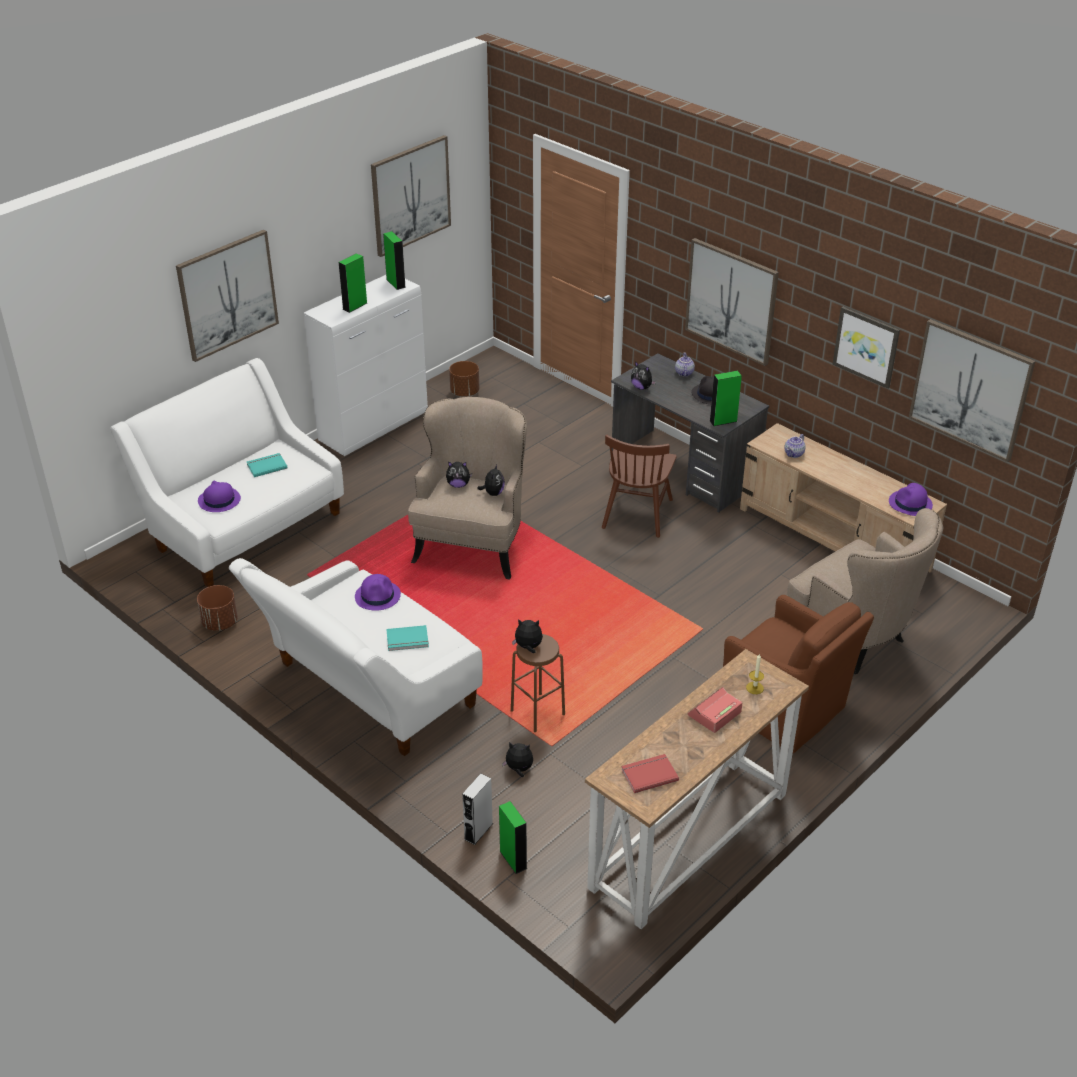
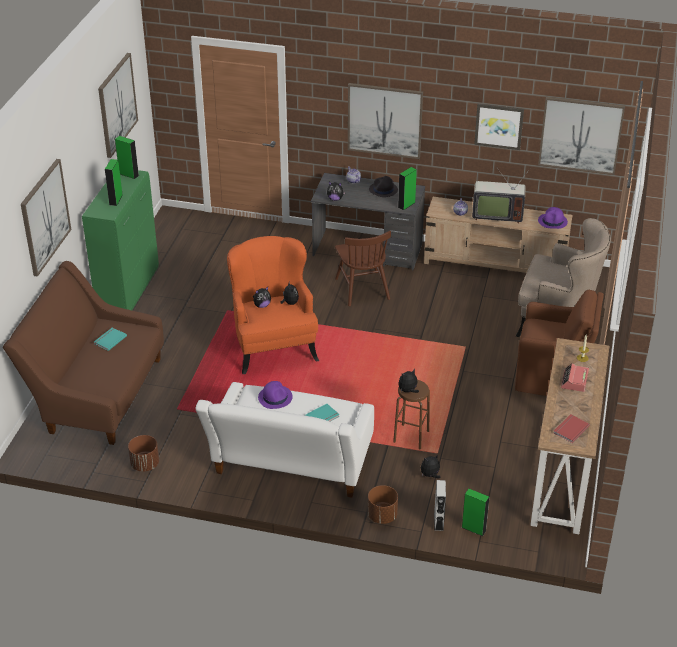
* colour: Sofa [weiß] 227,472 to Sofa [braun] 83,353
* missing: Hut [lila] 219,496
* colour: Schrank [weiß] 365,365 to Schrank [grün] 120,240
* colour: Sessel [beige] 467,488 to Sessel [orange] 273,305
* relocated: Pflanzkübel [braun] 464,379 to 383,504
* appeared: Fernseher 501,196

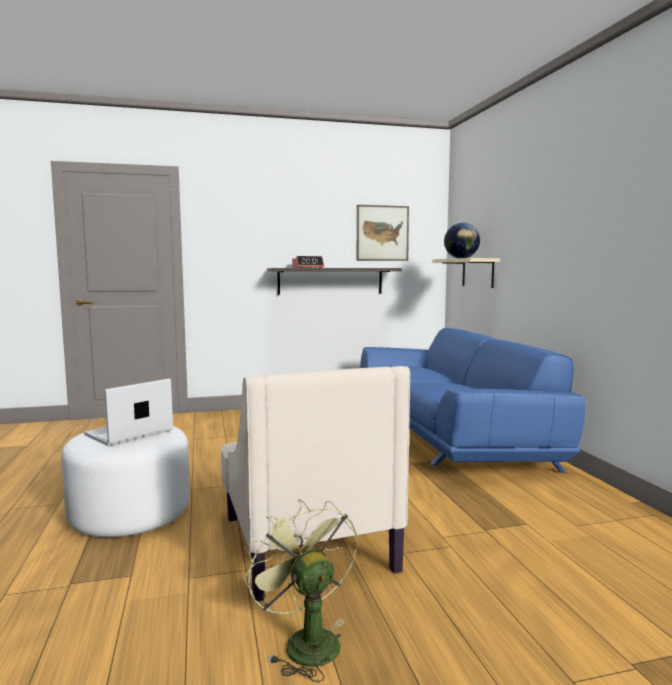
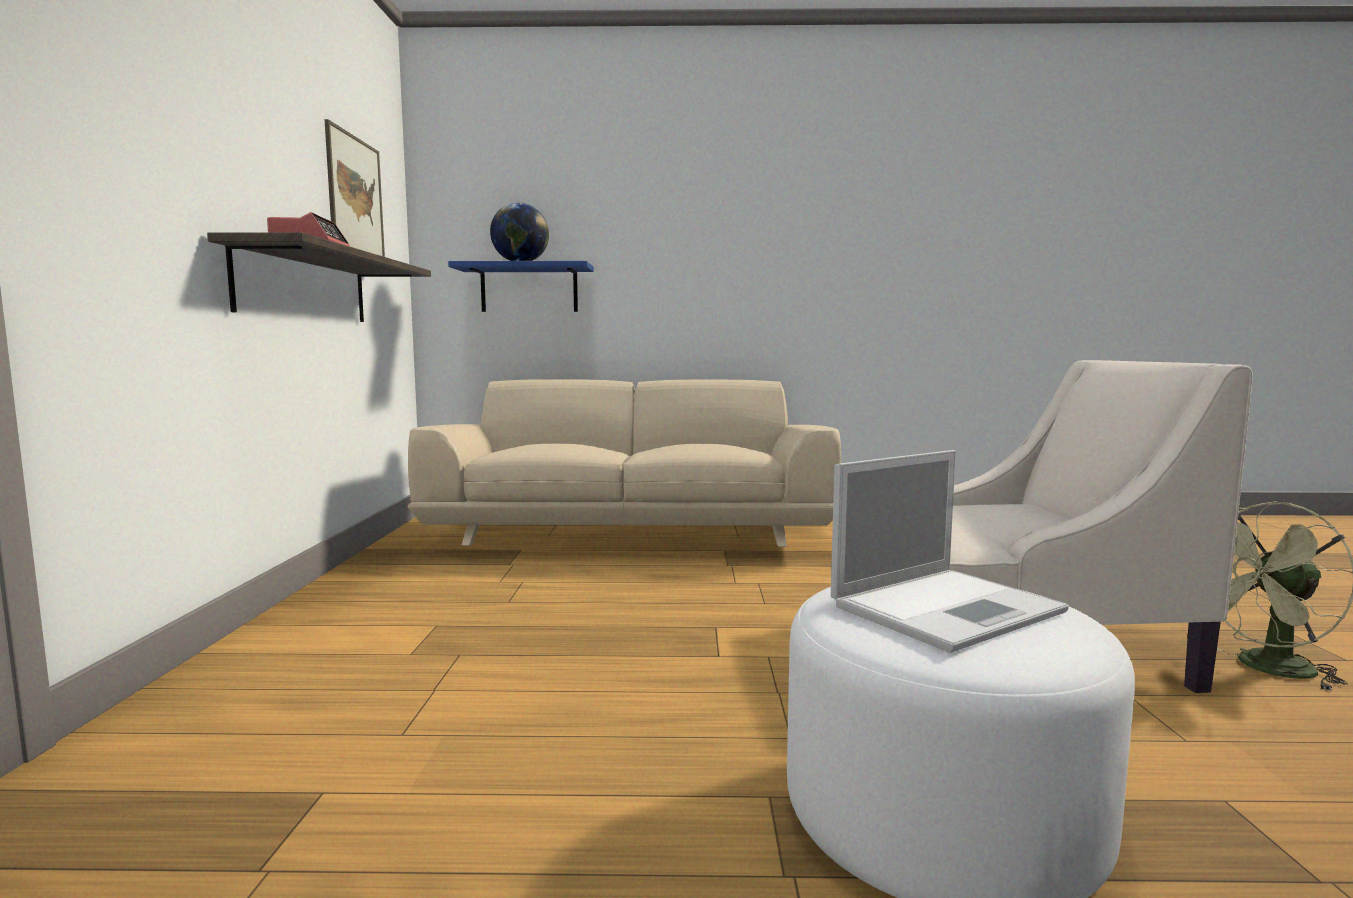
* spun: Laptop 128,412 = 950,551 90 degrees counterclockwise
* colour: Sofa [blau] 472,400 to Sofa [beige] 624,463
* colour: Wandregal [beige] 466,273 to Wandregal [blau] 521,286

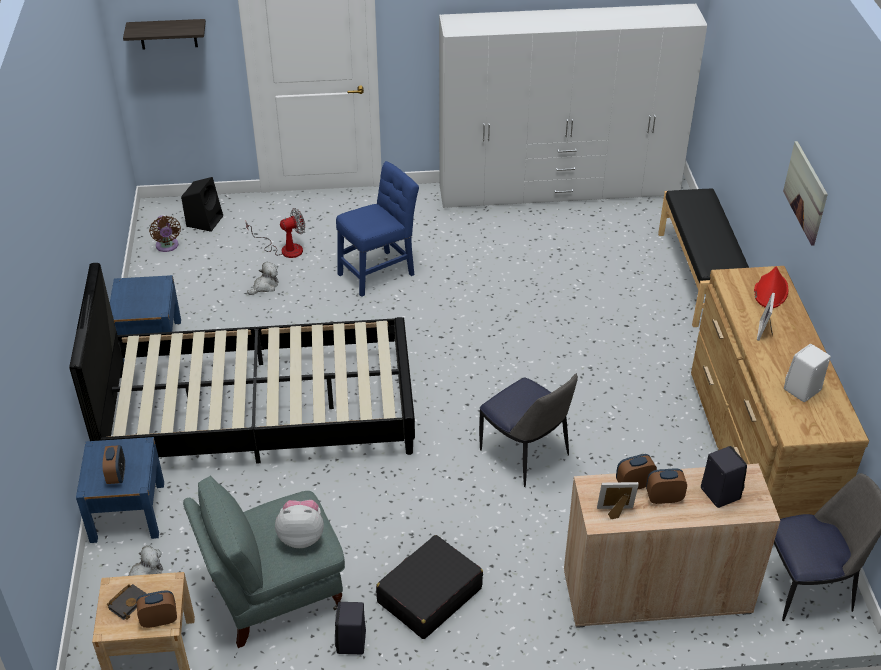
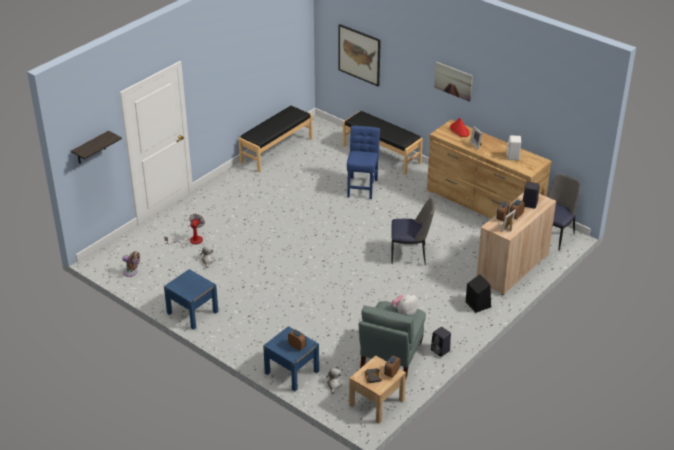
* missing: Bett [schwarz] 242,363
* relocated: Lautsprecher [schwarz] 202,204 to 478,293
* relocated: Stuhl [blau] 377,229 to 363,162
* missing: Koffer [schwarz] 429,587
* exchanged: Kleiderschrank [weiß] 573,106 to Bank [schwarz] 275,139
* appeared: Bild 359,55

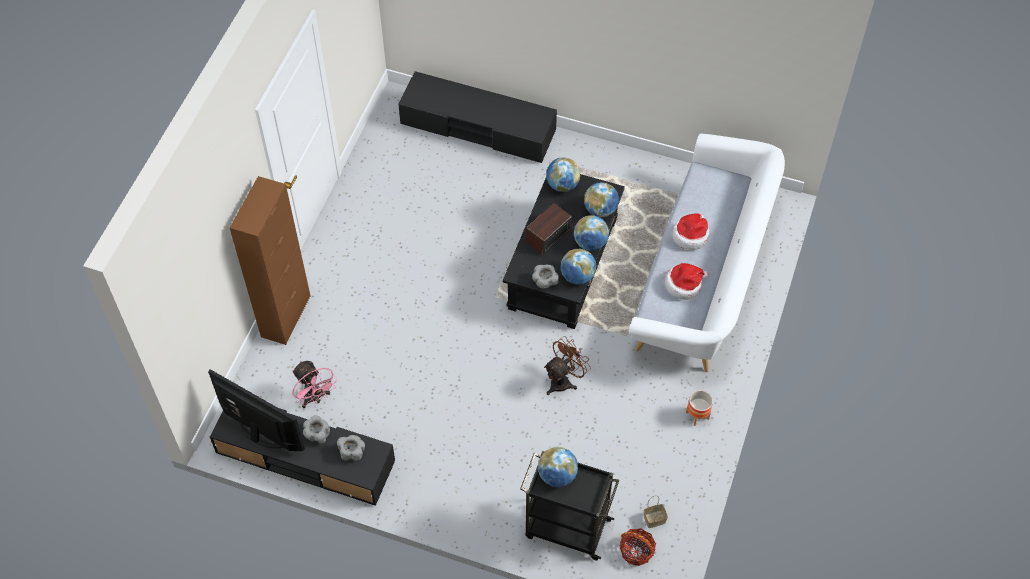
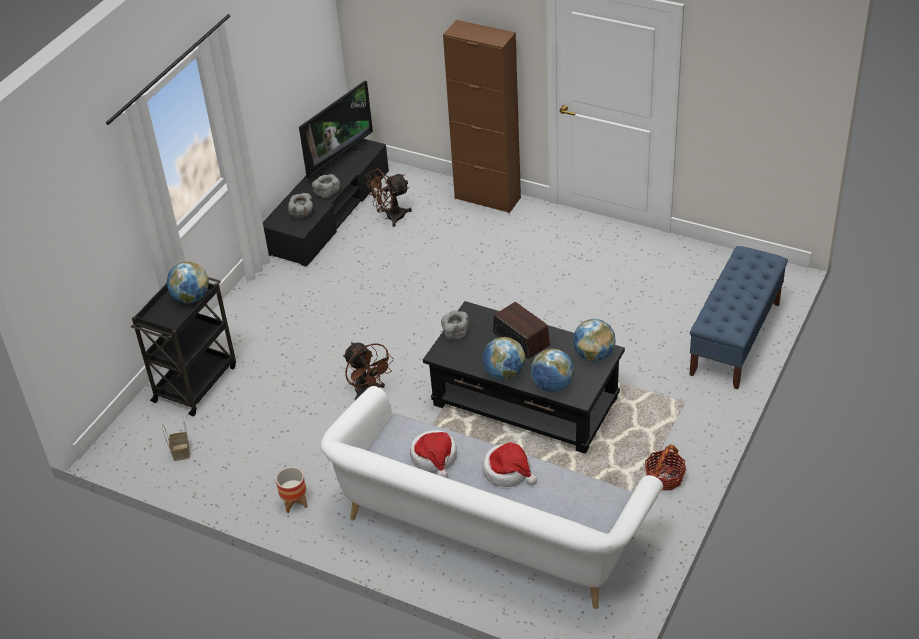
* colour: Ventilator [rosa] 315,384 to Ventilator [braun] 389,197
* exchanged: Fernsehschrank [schwarz] 477,117 to Bank [blau] 738,317
* missing: Globus 578,267
* relocated: Korb 637,547 to 665,467

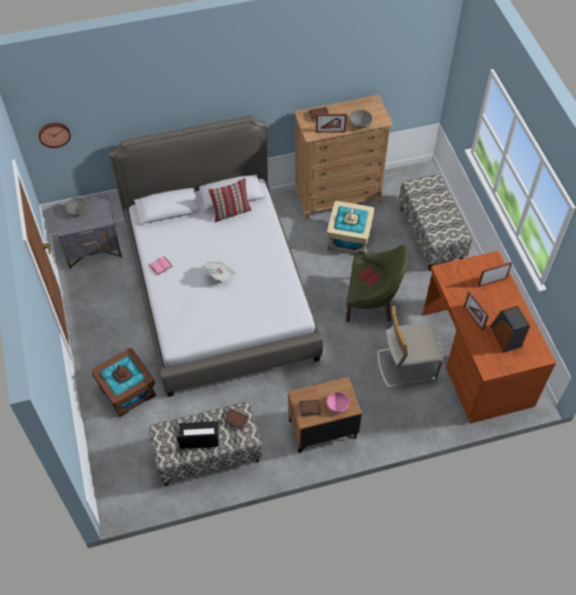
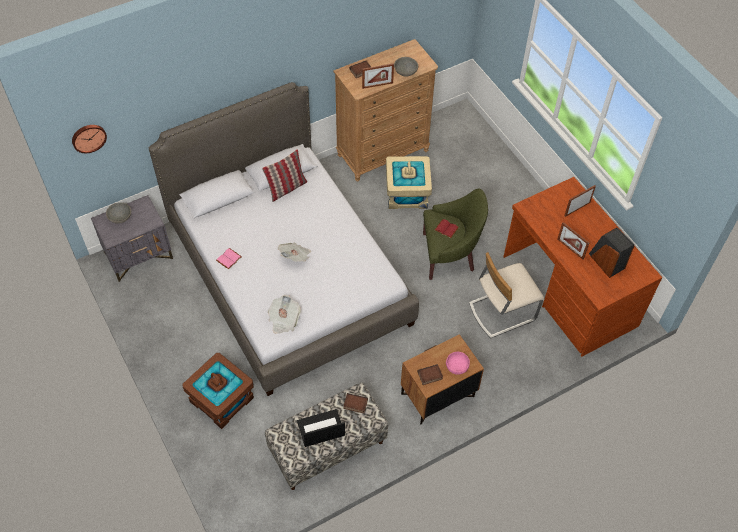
* missing: Bank 435,222
* appeared: Zeitung 284,314

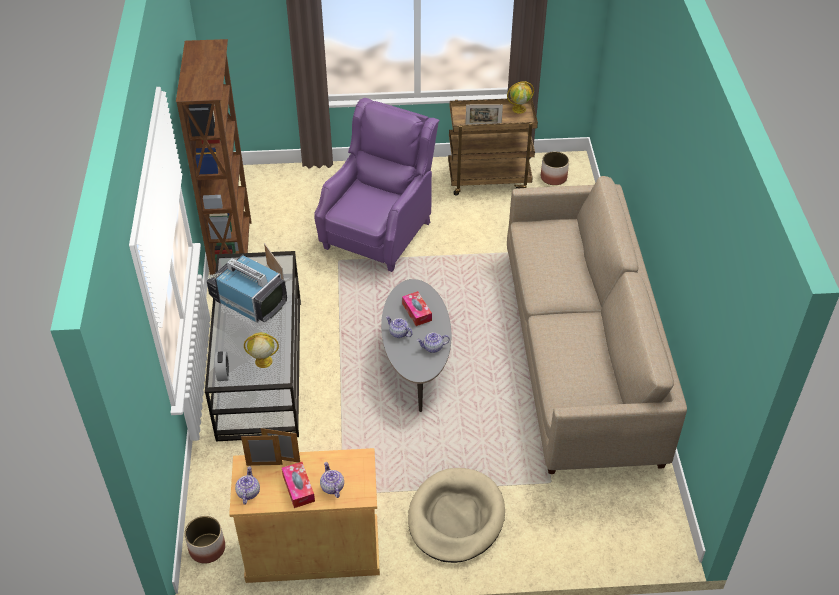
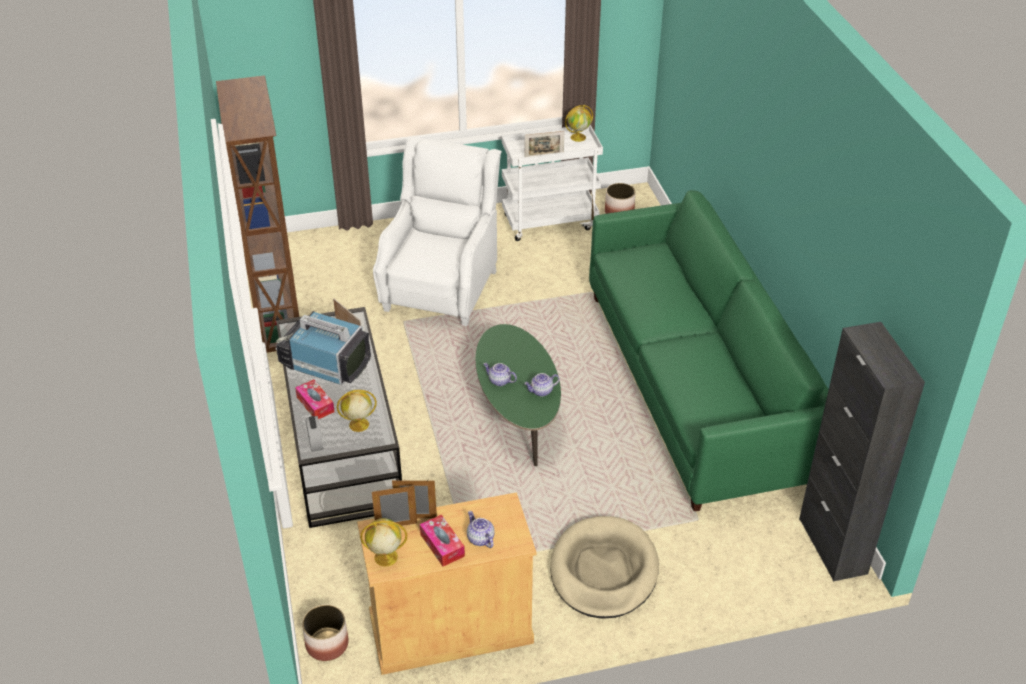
* exchanged: Teekanne 247,485 to Globus 383,542
* colour: Sessel [lila] 376,185 to Sessel [weiß] 437,231
* colour: Couchtisch [grau] 416,345 to Couchtisch [grün] 518,395
* relocated: Taschentuchbox 417,308 to 315,399
* colour: Rollwagen [braun] 493,147 to Rollwagen [weiß] 552,183
* colour: Sofa [beige] 597,325 to Sofa [grün] 709,350
* appeared: Schrank [schwarz] 862,451

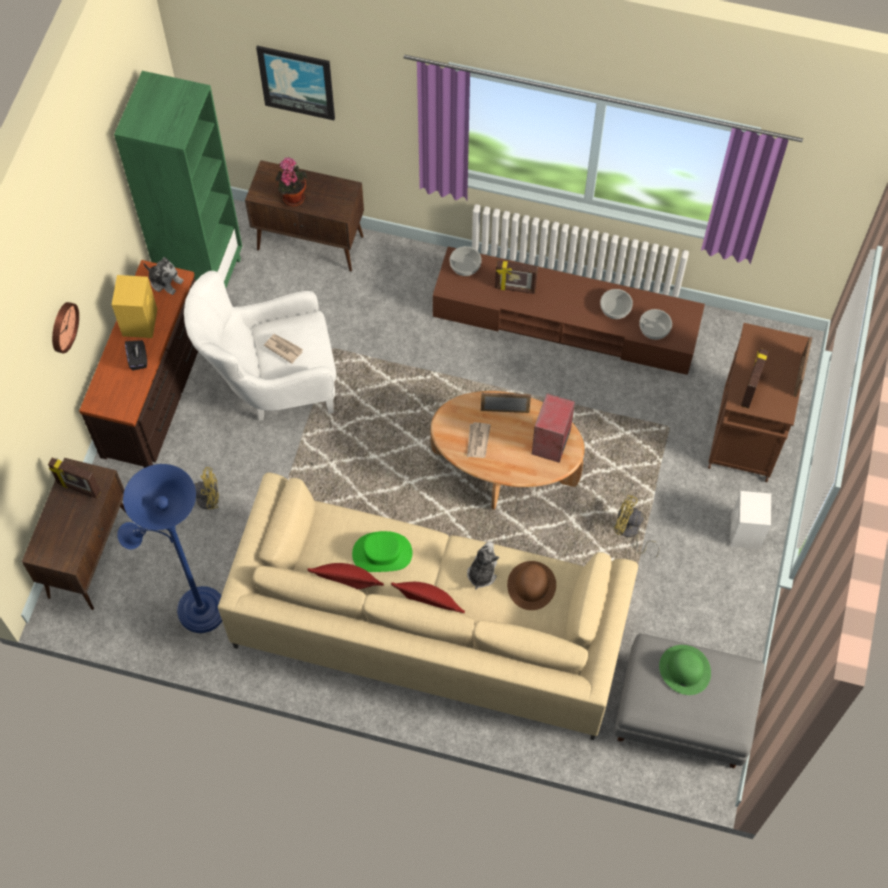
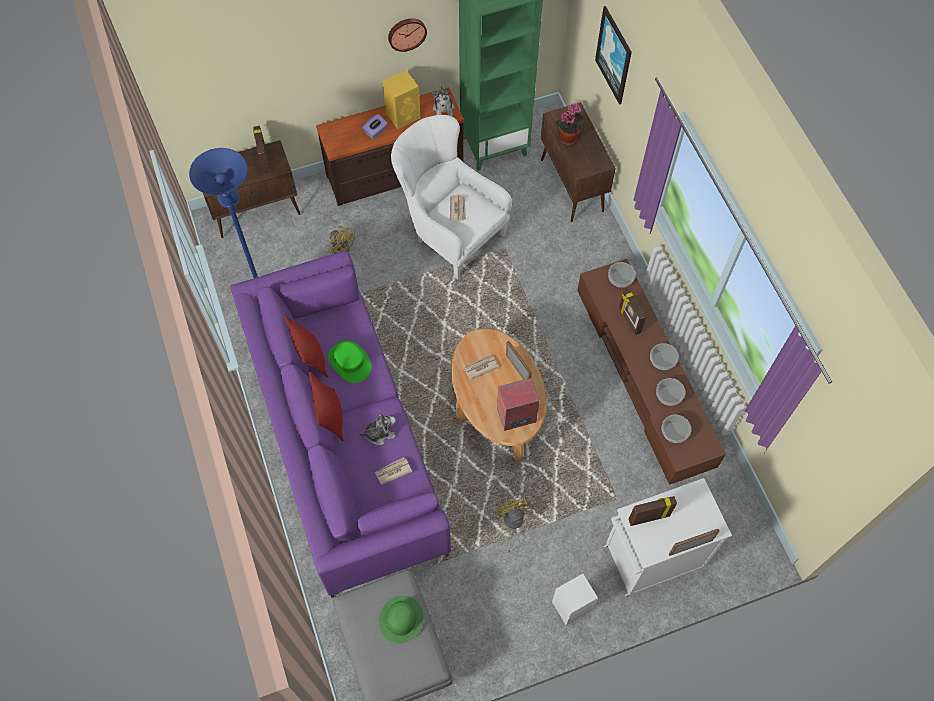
* relocated: Wanduhr 65,327 to 407,35
* colour: Taschentuchbox [schwarz] 136,355 to Taschentuchbox [lila] 375,126
* colour: Sofa [beige] 428,606 to Sofa [lila] 341,424
* exchanged: Hut [braun] 531,585 to Zeitung 393,471
* colour: Schrank [braun] 759,402 to Schrank [weiß] 667,537
* appeared: Schüssel 664,356

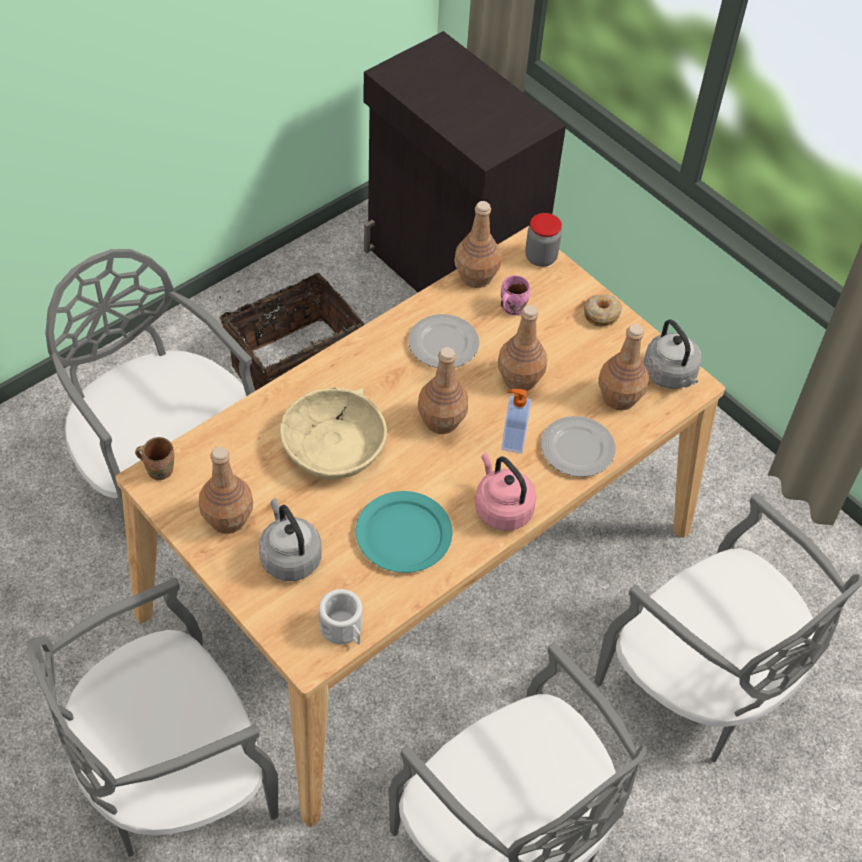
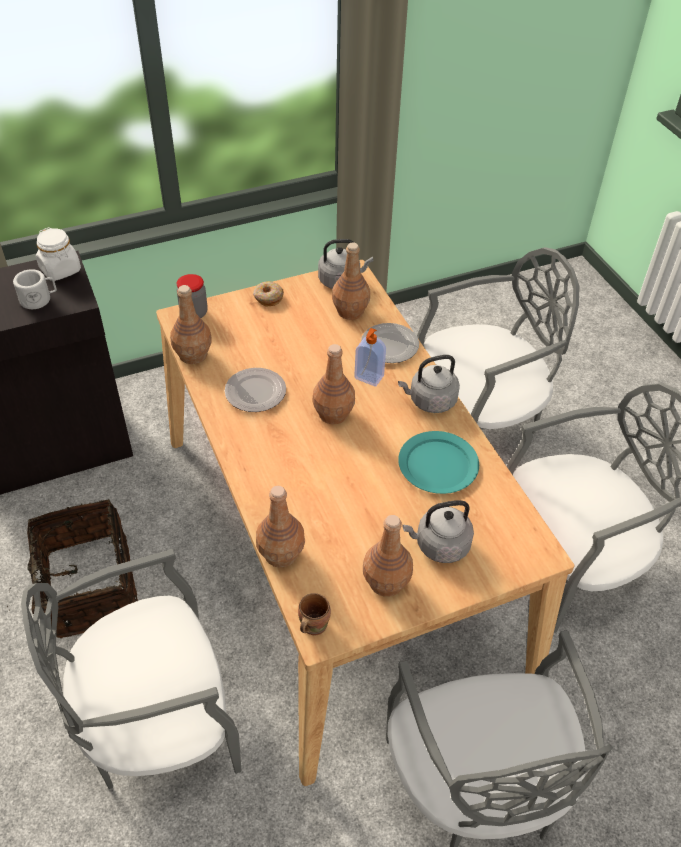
* missing: Schüssel [beige] 333,433
* relocated: Henkelbecher [weiß] 340,617 to 35,289
* colour: Wasserkessel [rosa] 506,491 to Wasserkessel [grau] 429,384
* relocated: Flasche [braun] 522,348 to 280,527
* missing: Henkelbecher [rosa] 515,295
* appeared: Vorratsglas [weiß] 58,254

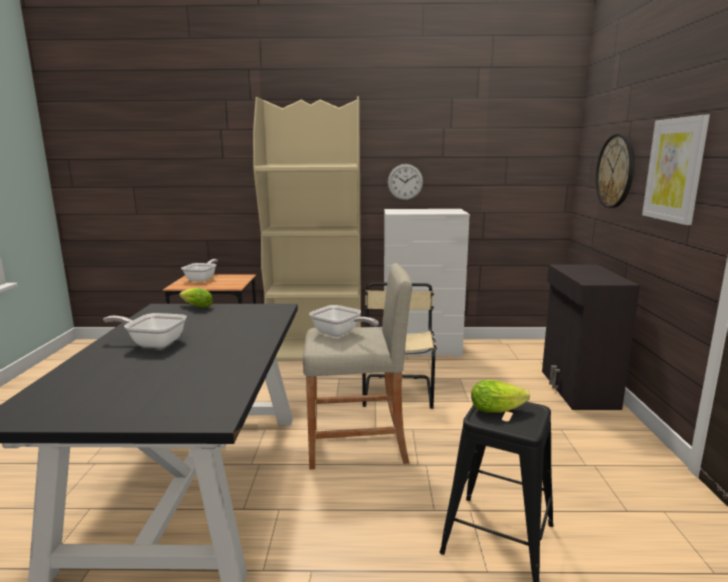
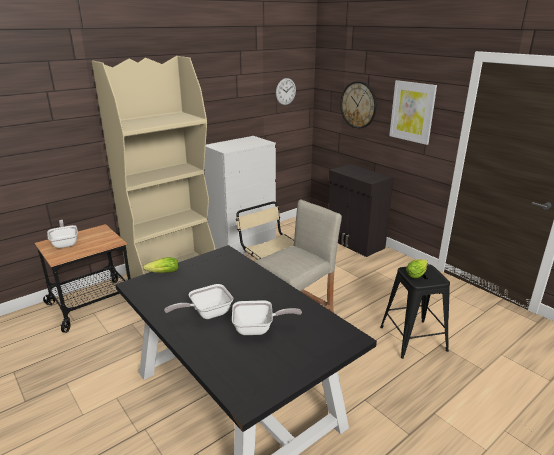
* relocated: Pfanne 344,321 to 267,317
* relocated: Wanduhr 405,182 to 286,91

